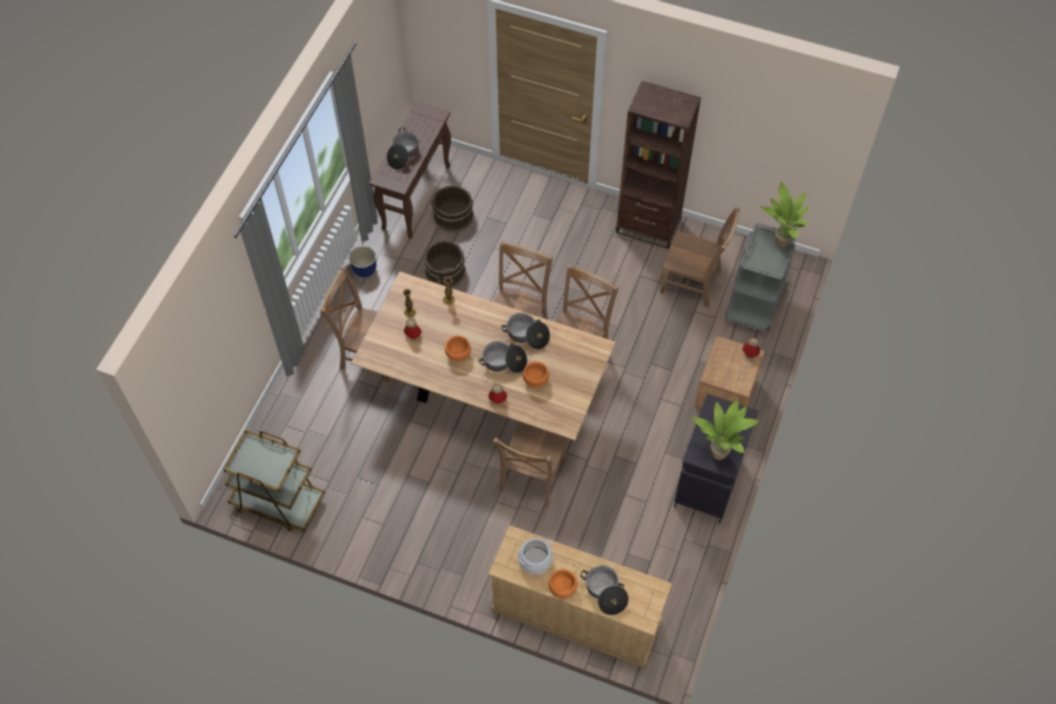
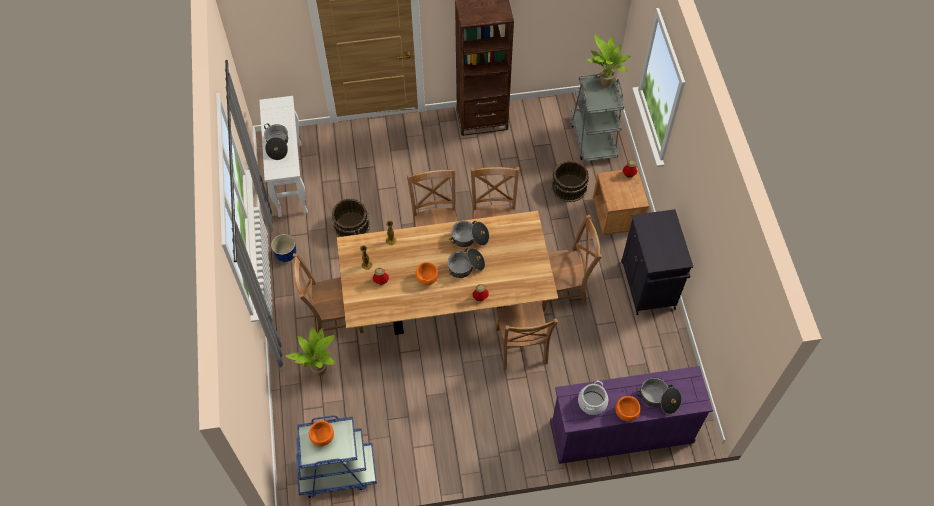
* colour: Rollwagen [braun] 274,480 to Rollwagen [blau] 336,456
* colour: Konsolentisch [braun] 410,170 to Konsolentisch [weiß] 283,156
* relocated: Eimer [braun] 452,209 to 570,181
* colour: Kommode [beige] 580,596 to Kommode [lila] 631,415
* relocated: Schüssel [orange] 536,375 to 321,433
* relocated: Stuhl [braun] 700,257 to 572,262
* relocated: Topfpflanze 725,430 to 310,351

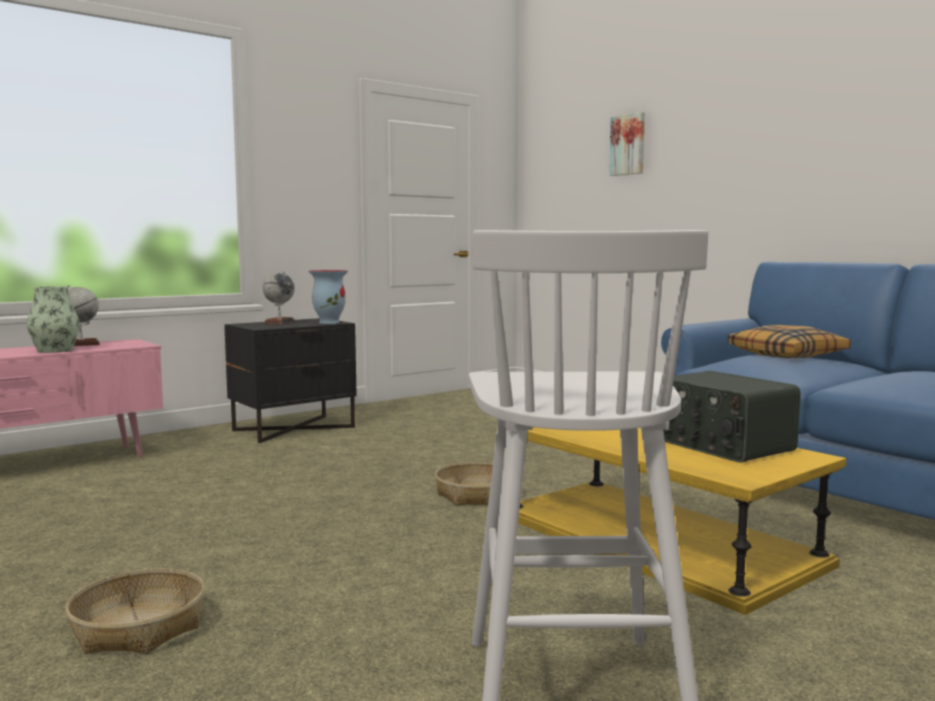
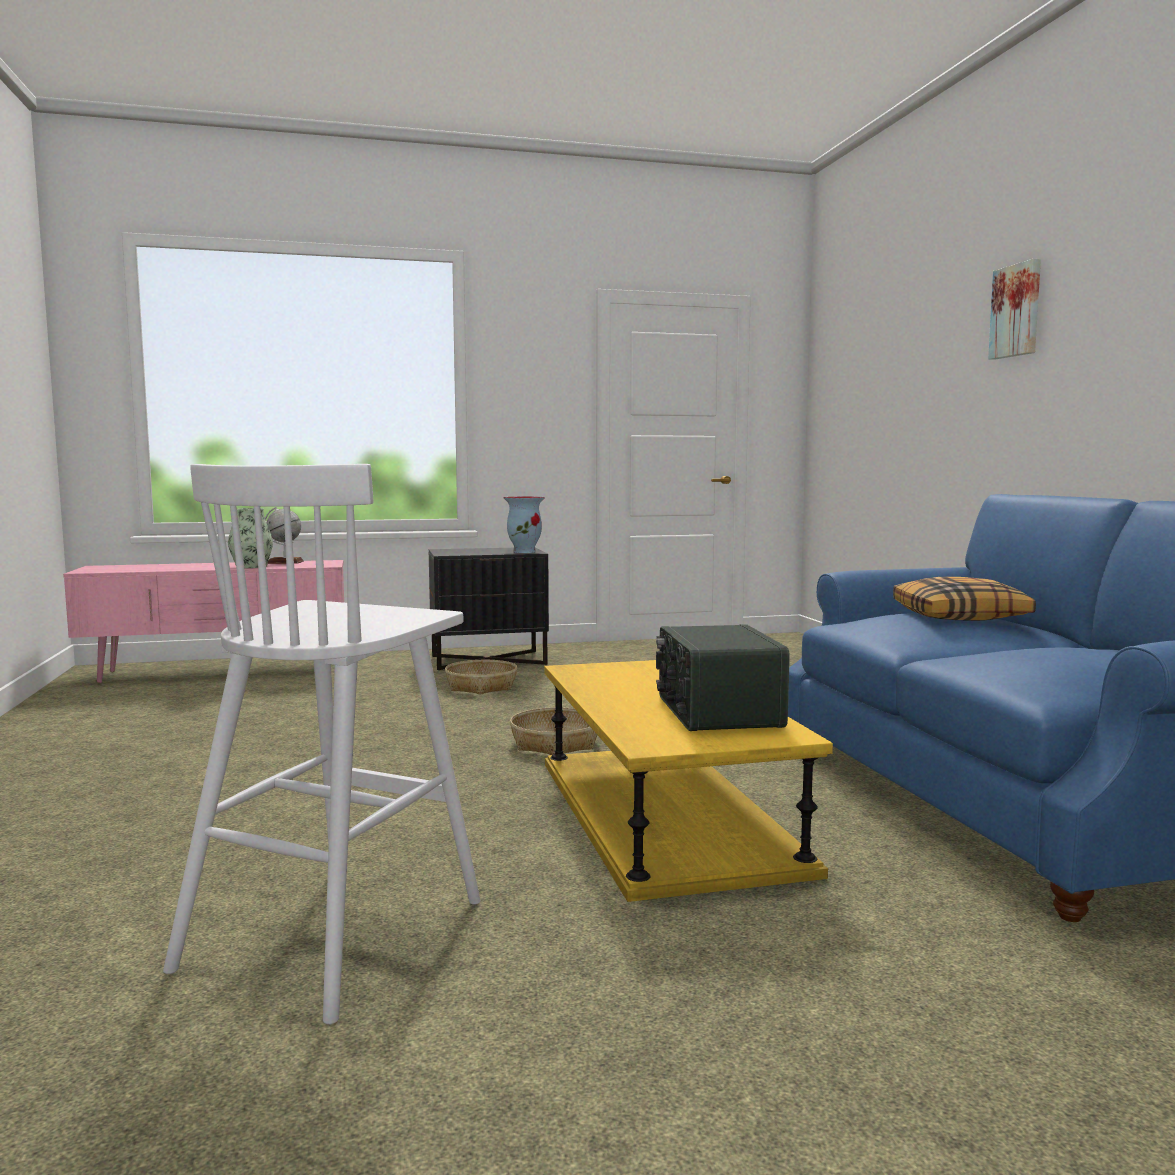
* relocated: Korb 135,611 to 481,677
* missing: Globus 279,297
* relocated: Bild 627,144 to 1014,309

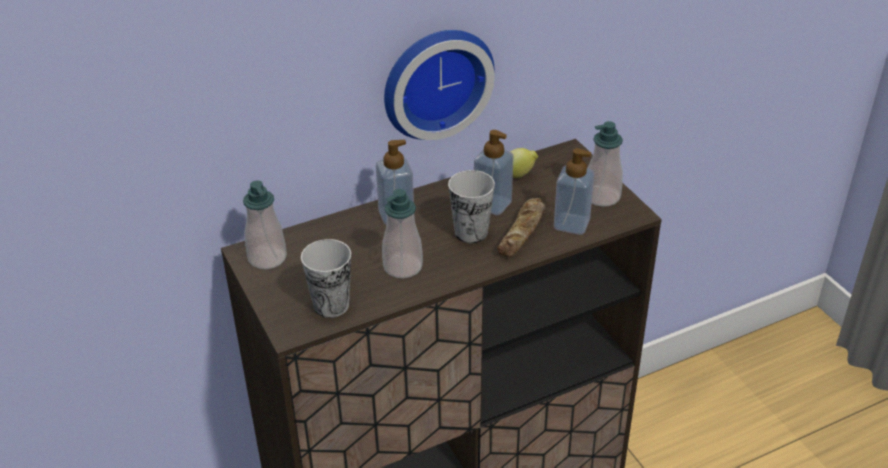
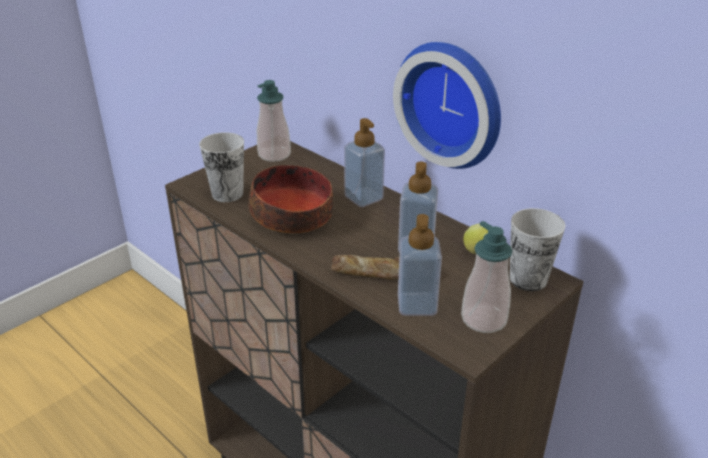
* exchanged: Seifenspender 402,233 to Schüssel 290,199
* relocated: Tasse 471,206 to 537,249

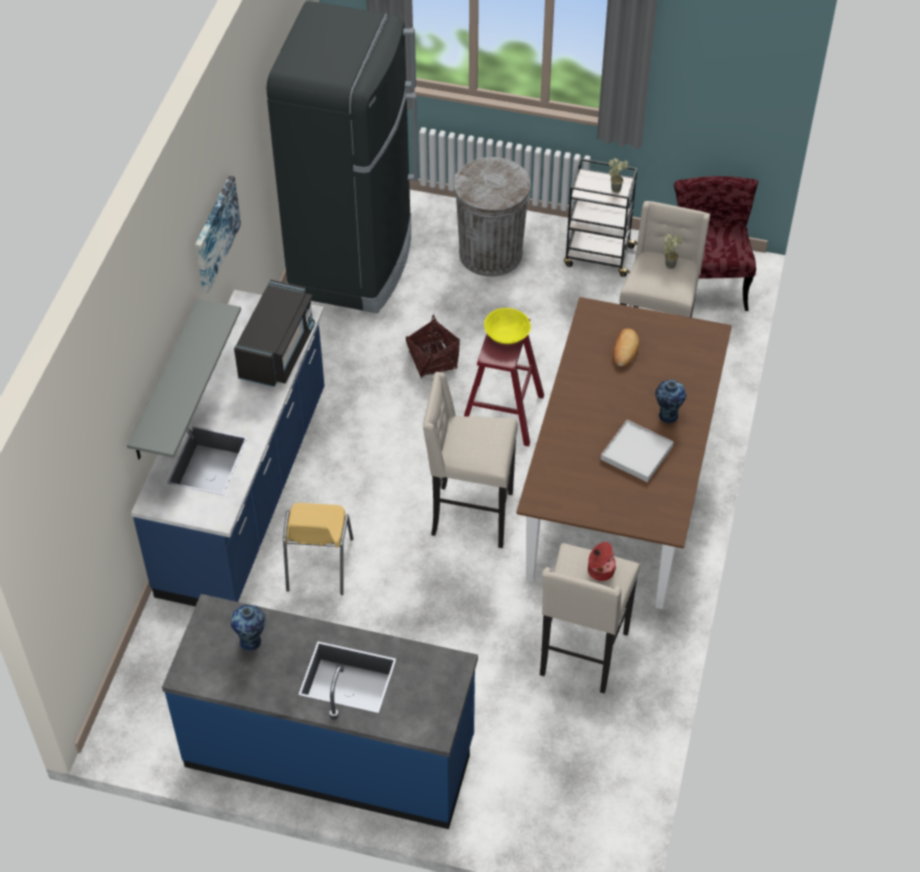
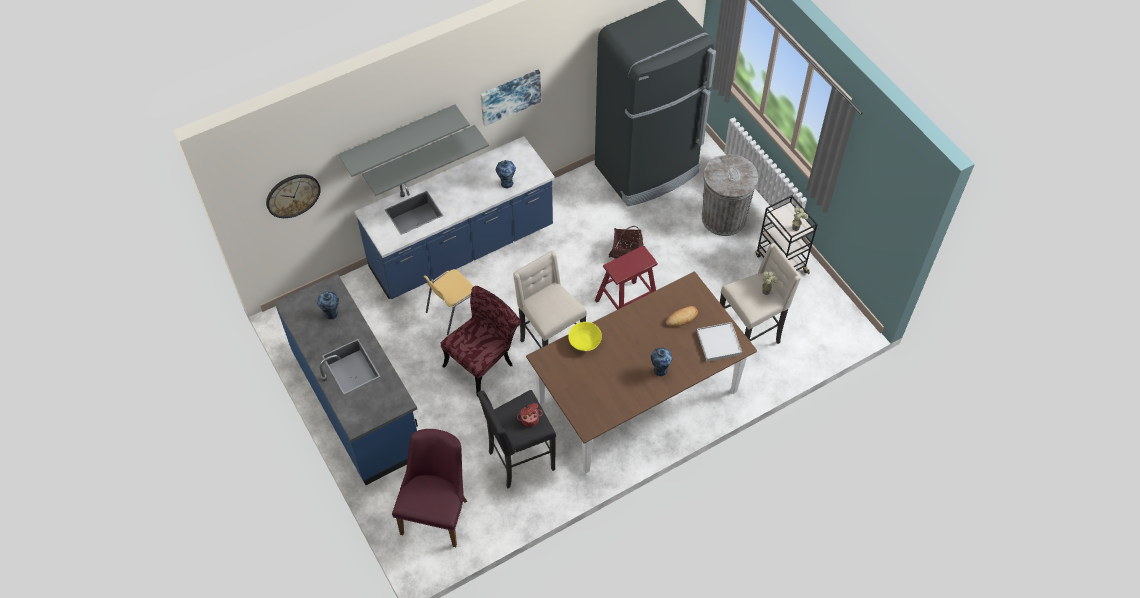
* exchanged: Mikrowelle [schwarz] 274,333 to Vase 506,174
* relocated: Schüssel [gelb] 507,326 to 585,336
* colour: Hocker [beige] 590,618 to Hocker [schwarz] 516,439
* relocated: Tablett [weiß] 637,451 to 719,342
* relocated: Stuhl [rot] 716,243 to 481,341
* appeared: Wanduhr 293,196
* appeared: Wandregal [grau] 404,141
* appeared: Stuhl [lila] 429,488

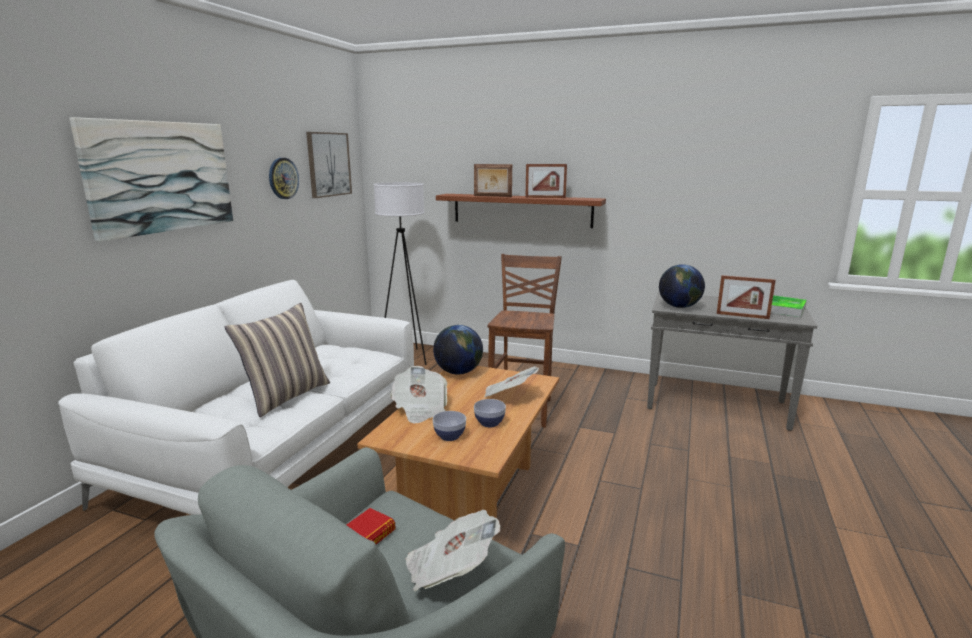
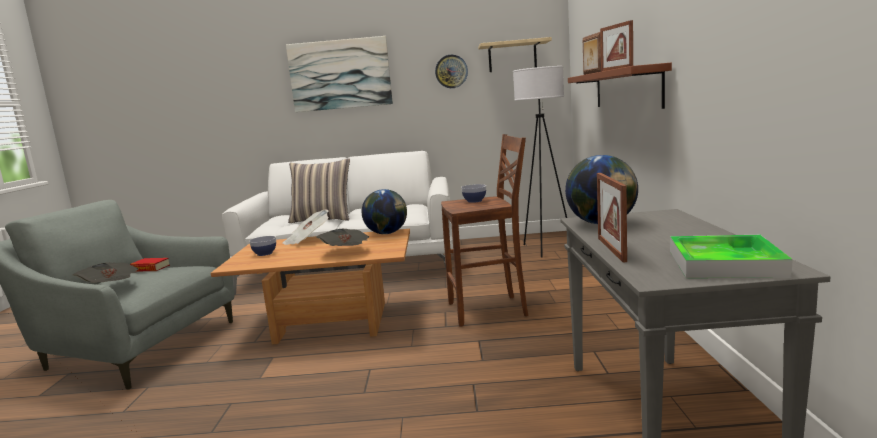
* exchanged: Bild 329,165 to Wandregal [beige] 515,54
* relocated: Schüssel 490,413 to 473,193

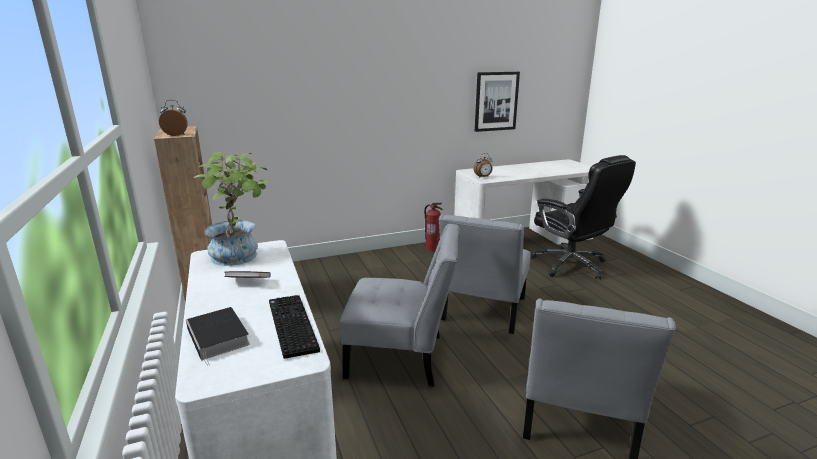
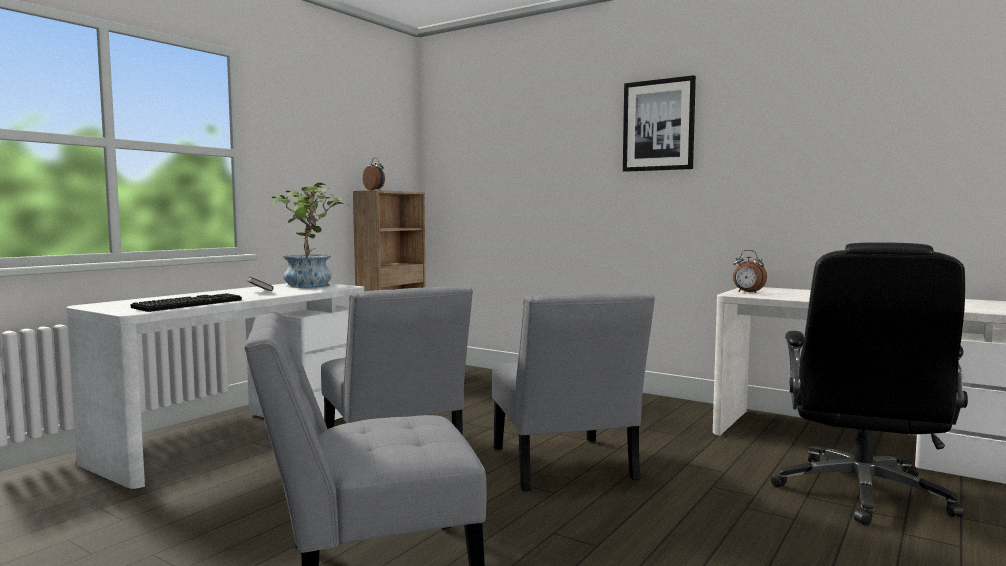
* missing: Buch 218,336
* missing: Feuerlöscher 433,227
* spun: Stuhl [grau] 485,274 = 573,391 90 degrees counterclockwise
* relocated: Bild 497,102 to 659,123

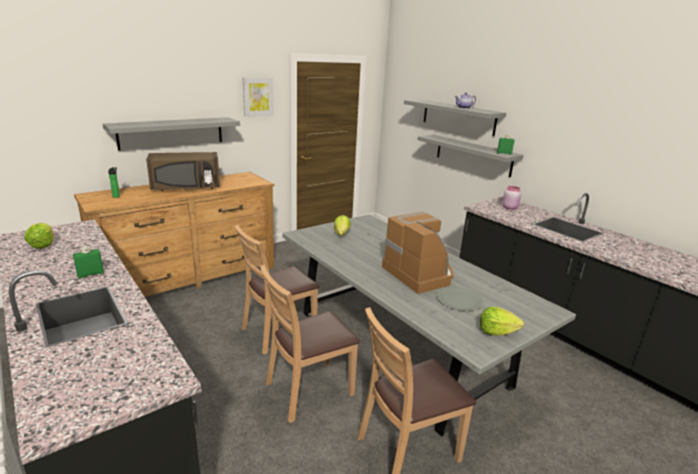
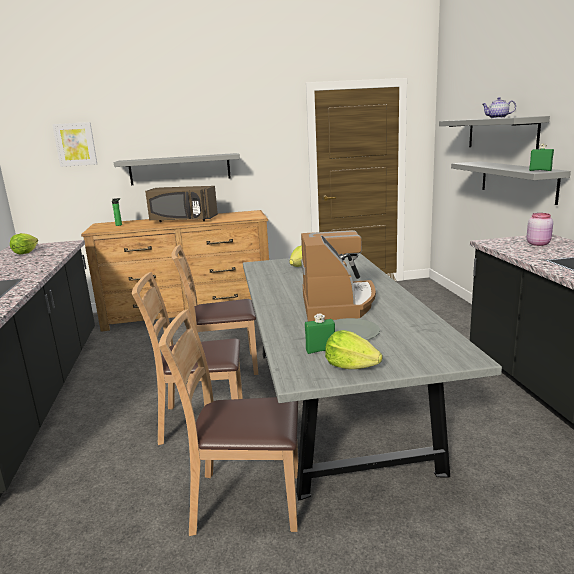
* relocated: Flasche [grün] 88,262 to 320,334
* relocated: Bild 258,97 to 74,144

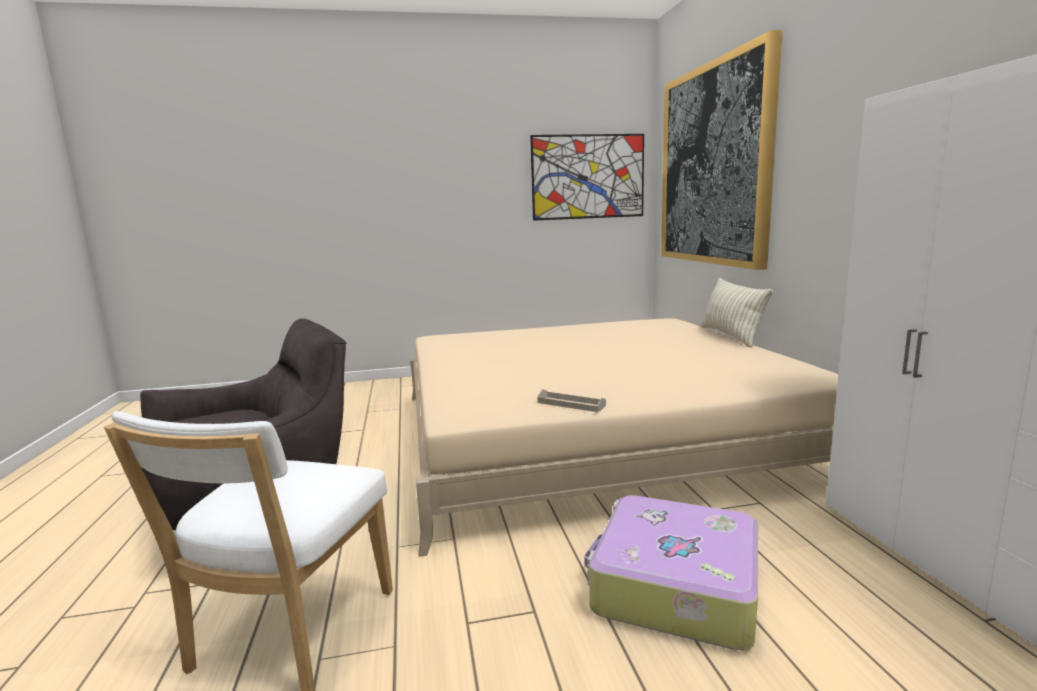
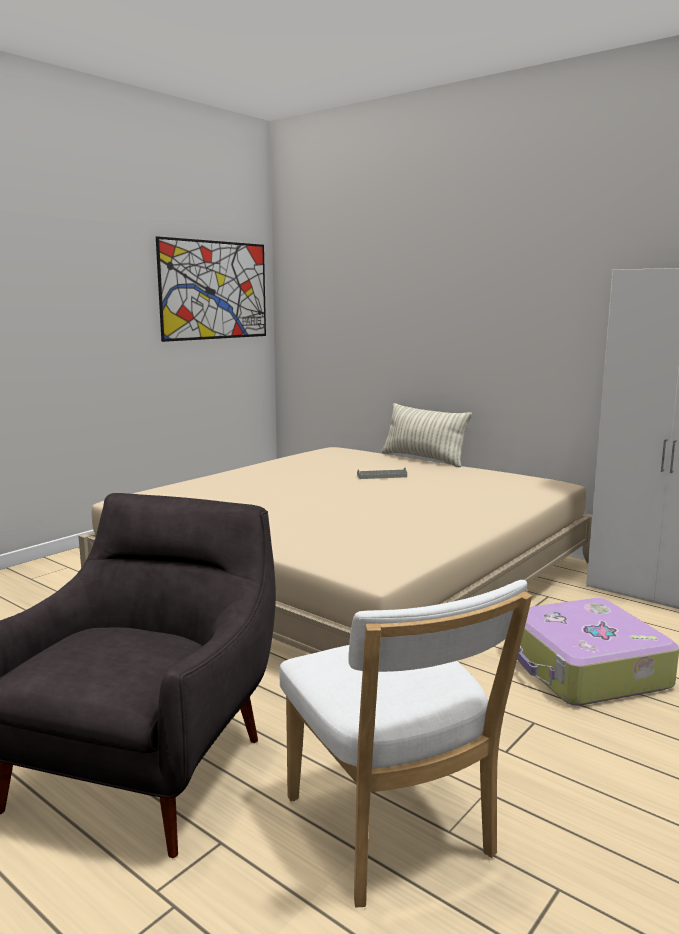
* relocated: Tablett [grau] 571,400 to 382,473
* missing: Bild 721,150

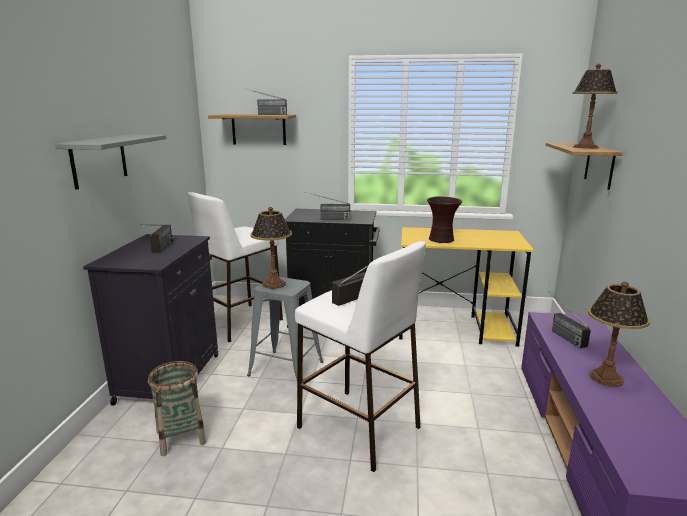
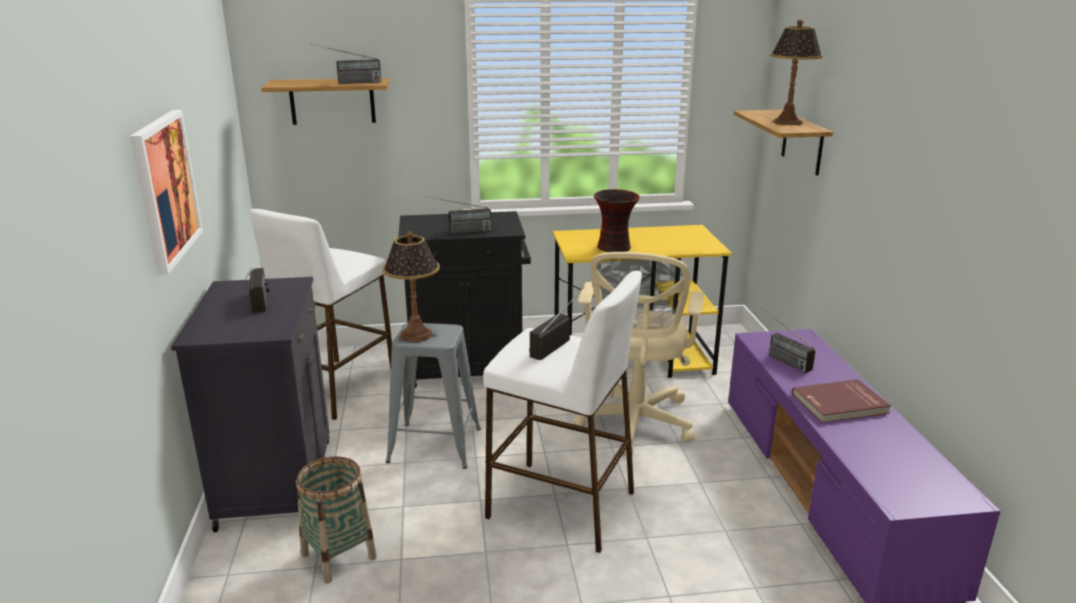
* exchanged: Wandregal [grau] 111,162 to Bild 166,192
* exchanged: Tischlampe 619,334 to Buch [rot] 841,401
* appeared: Bürostuhl [beige] 638,354

